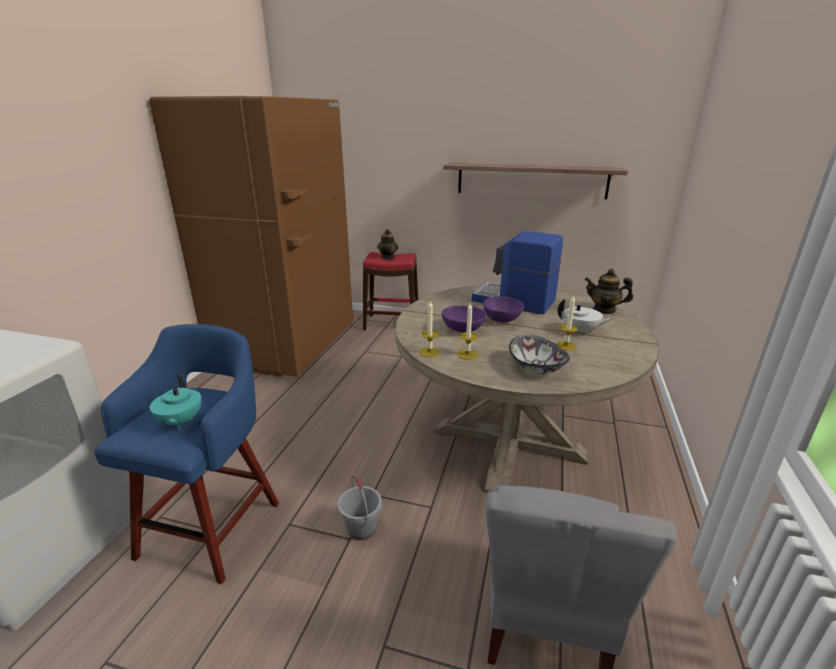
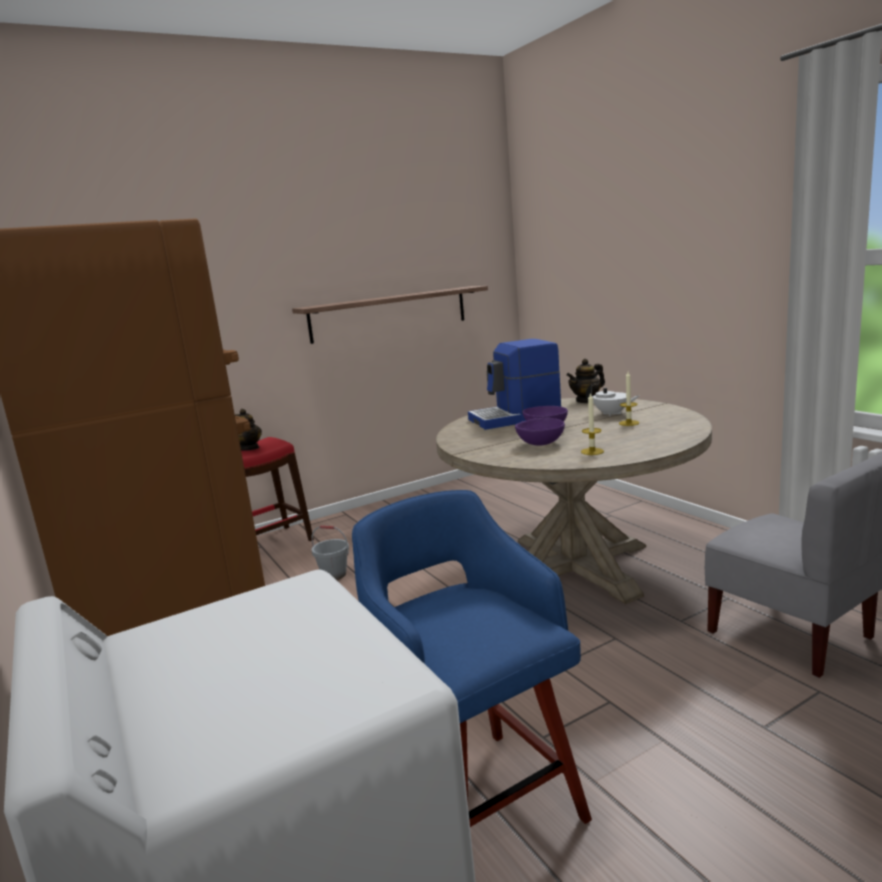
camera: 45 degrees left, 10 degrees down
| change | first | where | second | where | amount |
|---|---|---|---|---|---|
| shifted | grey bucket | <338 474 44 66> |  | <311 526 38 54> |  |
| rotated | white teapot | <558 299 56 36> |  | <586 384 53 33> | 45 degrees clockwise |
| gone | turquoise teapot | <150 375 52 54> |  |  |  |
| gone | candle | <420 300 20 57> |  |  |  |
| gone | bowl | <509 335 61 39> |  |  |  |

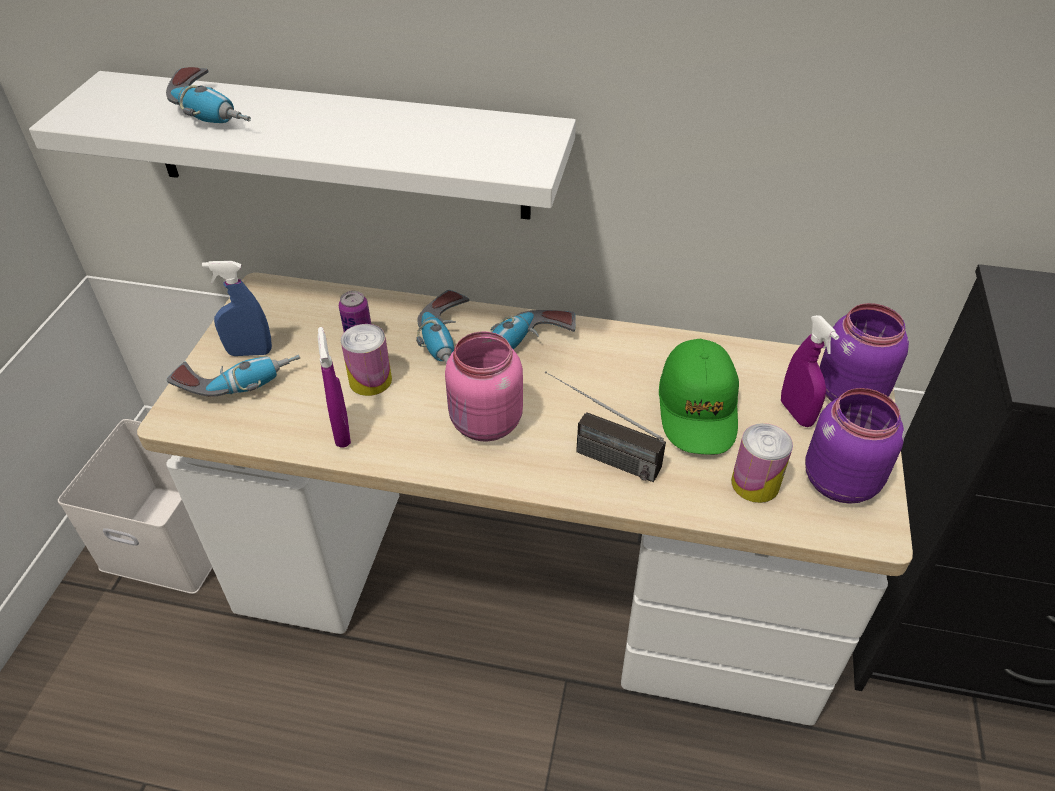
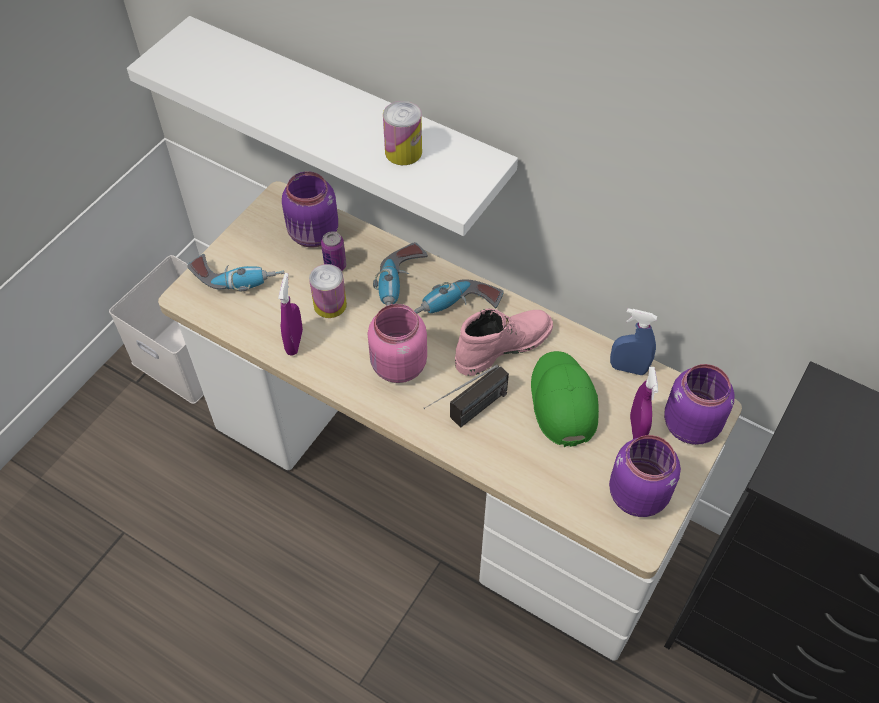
camera: 20 degrees right, 10 degrees up
| change | first | where | second | where | amount |
|---|---|---|---|---|---|
| new |  |  | purple jar | <282 171 56 76> |  |
| shifted | can | <731 423 62 80> |  | <383 101 39 64> |  |
| rotated | radio | <545 371 121 111> |  | <424 365 85 63> | 90 degrees counterclockwise |
| new |  |  | pink boot | <455 308 98 68> |  |
| rotated | green cap | <659 339 80 115> |  | <531 351 68 96> | 150 degrees clockwise |
| shifted | blue spray bottle | <202 261 70 95> |  | <610 308 47 67> |  |
| gone | power drill | <166 67 85 56> |  |  |  |

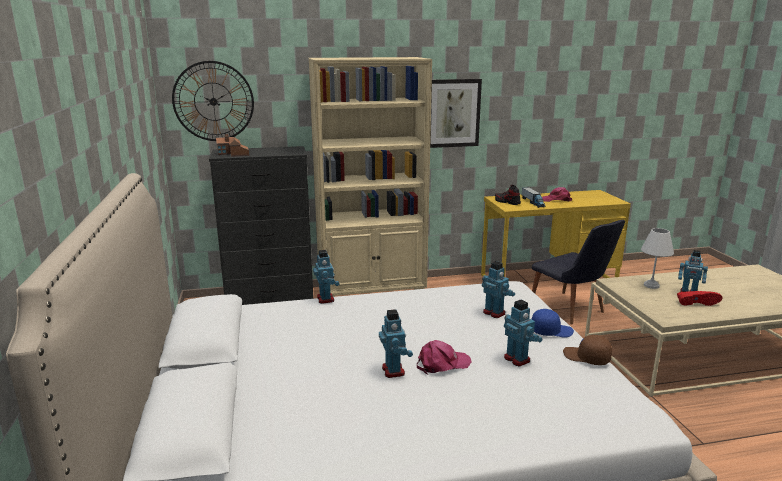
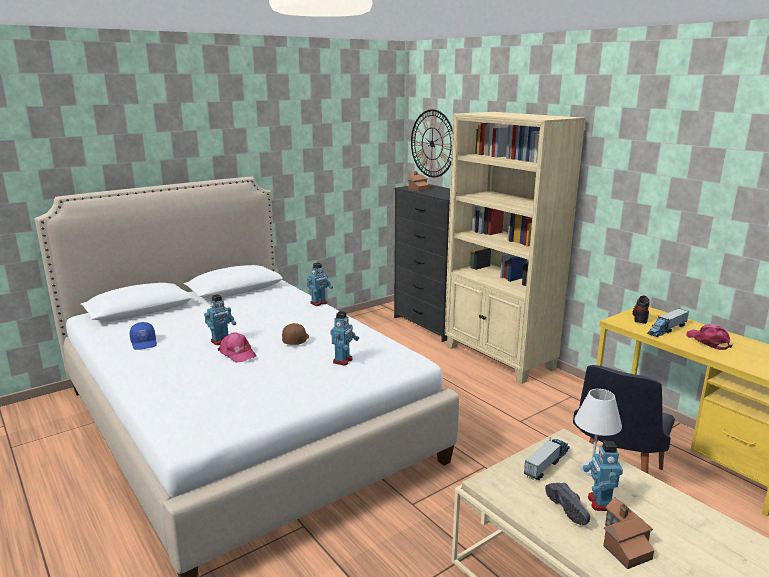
camera: 65 degrees right, 0 degrees up
| change | first | where | second | where | amount |
|---|---|---|---|---|---|
| shifted | blue cap | <532 309 42 29> |  | <130 322 27 28> |  |
| shifted | brown cap | <563 335 49 30> |  | <282 323 27 22> |  |
| new |  |  | toy truck | <524 438 46 42> |  |
| repainted | red shoe | <677 291 46 15> | black shoe | <545 483 45 42> |  |
| new |  |  | toy house | <603 497 51 72> |  |
| gone | picture | <430 79 52 69> |  |  |  |
| gone | toy robot | <504 299 38 68> |  |  |  |

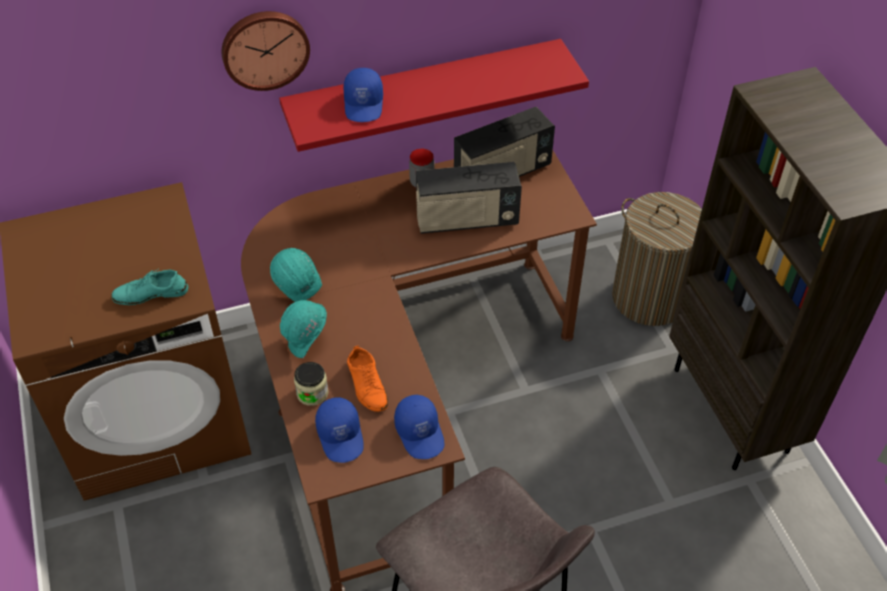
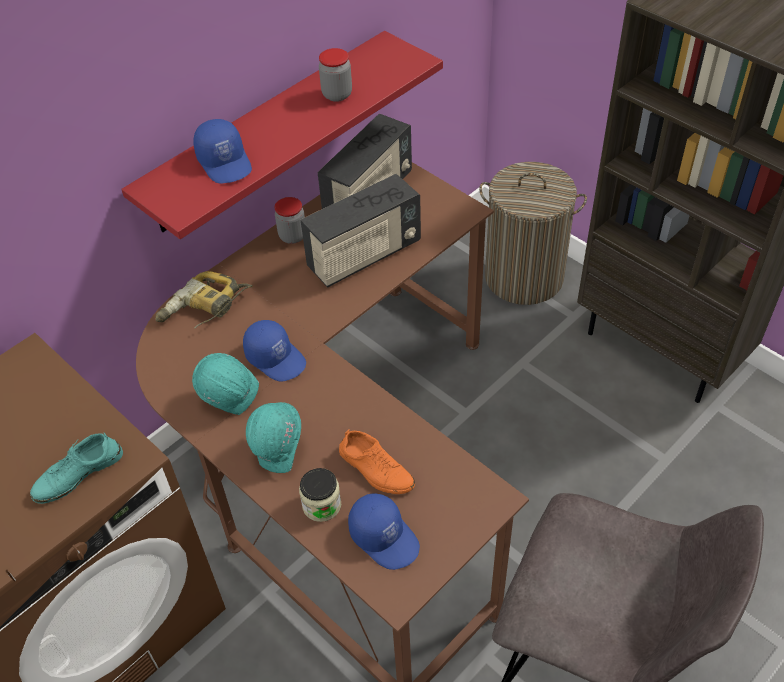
camera: 25 degrees left, 0 degrees up
| change | first | where | second | where | amount |
|---|---|---|---|---|---|
| new |  |  | power drill | <155 271 98 57> |  |
| shifted | blue cap | <394 394 50 65> |  | <243 320 63 62> |  |
| new |  |  | jar | <319 48 33 54> |  |
| gone | wall clock | <222 11 88 80> |  |  |  |

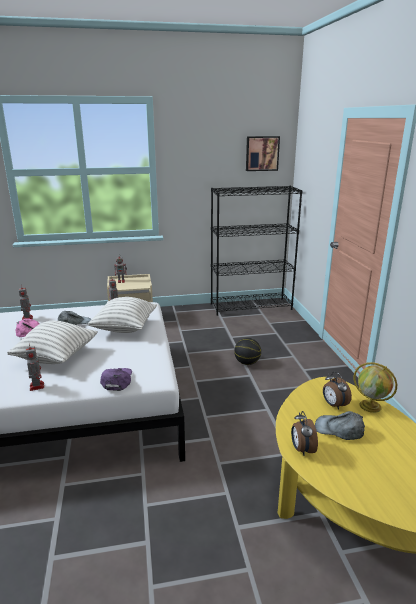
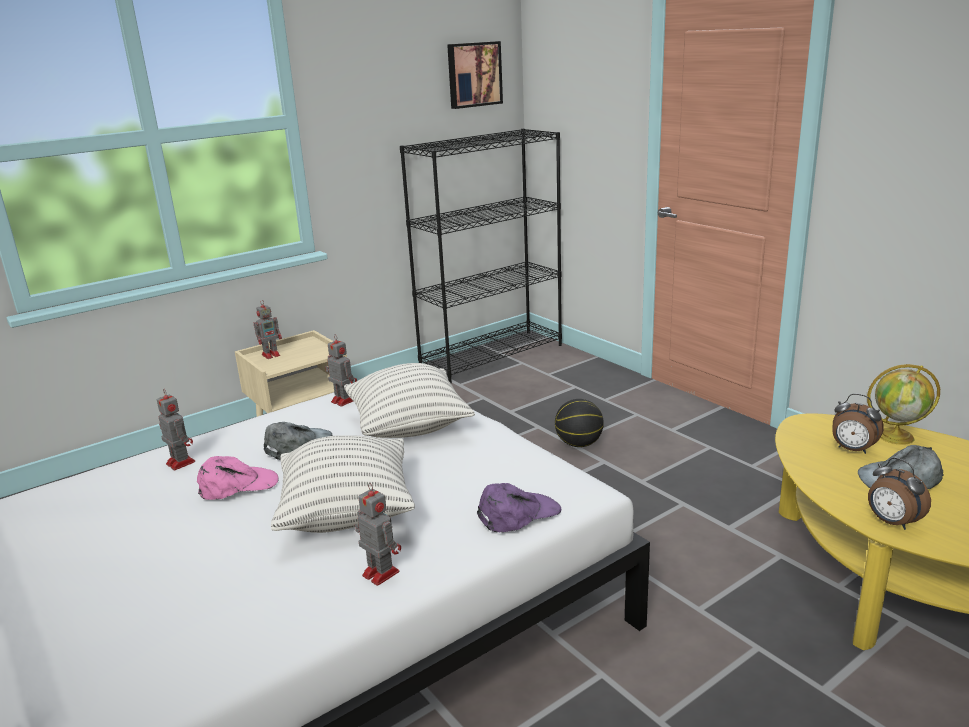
camera: 25 degrees left, 0 degrees up
| change | first | where | second | where | amount |
|---|---|---|---|---|---|
| rotated | purple cap | <100 368 32 23> |  | <477 483 84 49> | 90 degrees clockwise |

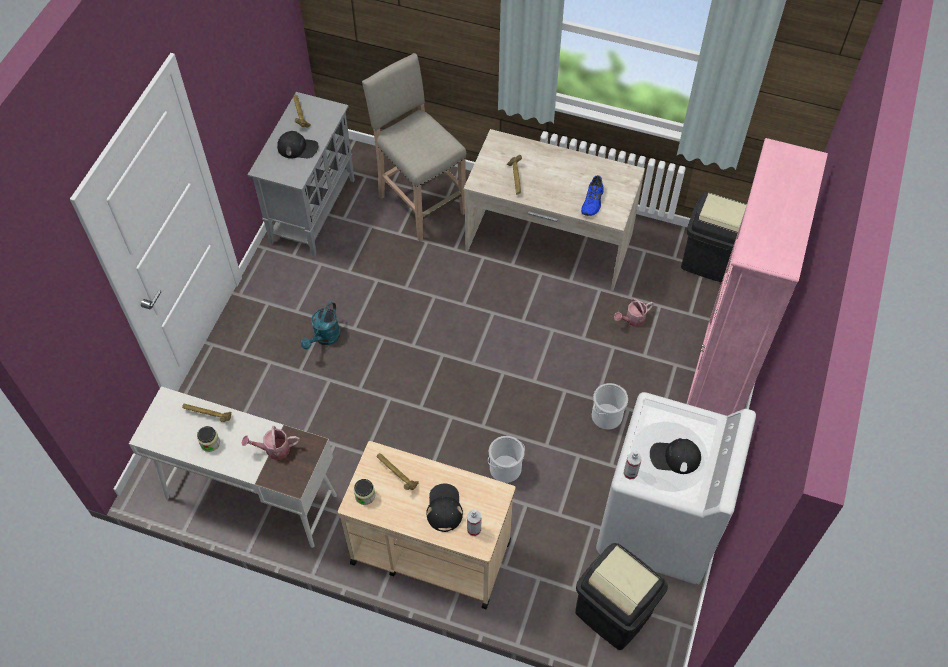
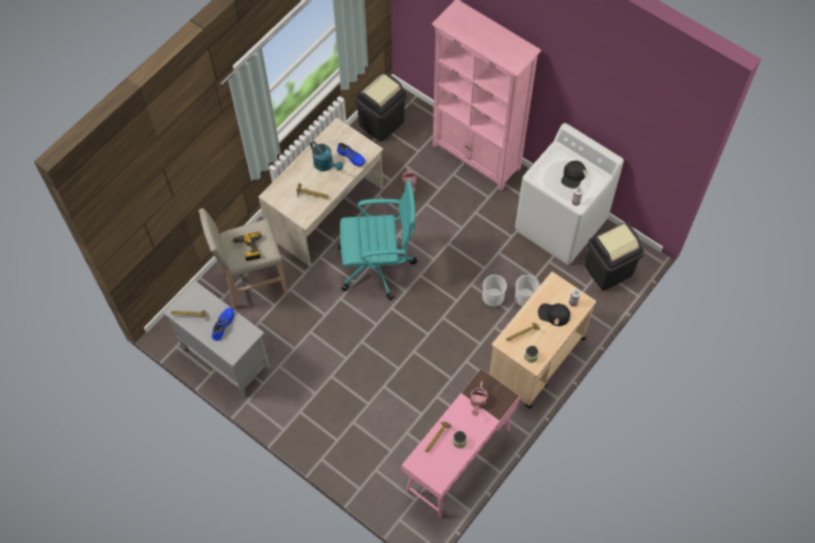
camera: 70 degrees left, 5 degrees up
| change | first | where | second | where | amount |
|---|---|---|---|---|---|
| swapped | black cap | <277 131 42 27> | blue shoe | <212 308 22 33> |  |
| new |  |  | power drill | <232 232 30 29> |  |
| shifted | turquoise watering can | <301 302 40 47> |  | <310 141 33 30> |  |
| new |  |  | turquoise office chair | <338 179 80 121> |  |
| repainted | white desk | <129 386 208 162> | pink desk | <401 368 119 150> |  |
| shifted | bucket | <592 383 36 47> |  | <515 275 25 31> |  |

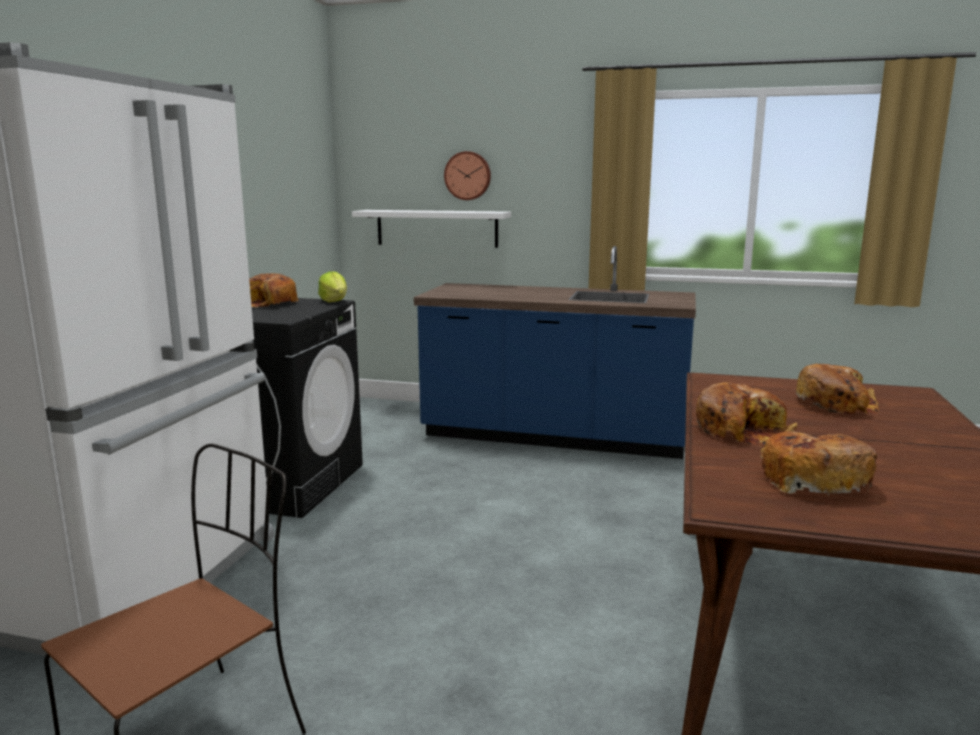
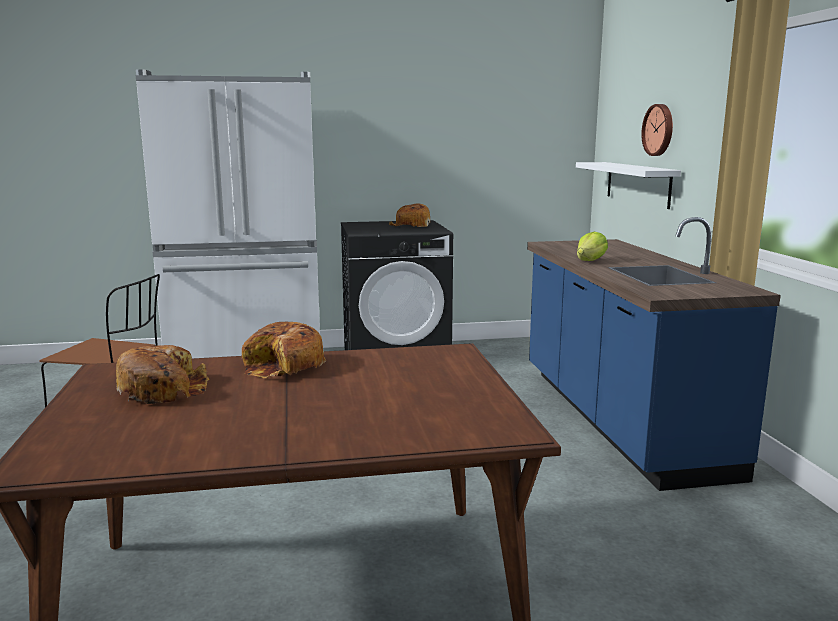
camera: 65 degrees right, 0 degrees up
| change | first | where | second | where | amount |
|---|---|---|---|---|---|
| shifted | lettuce | <318 271 29 31> |  | <577 232 31 29> |  |
| gone | bread | <796 364 83 50> |  |  |  |

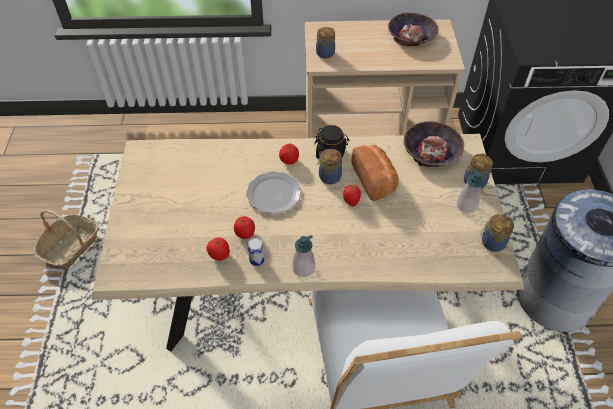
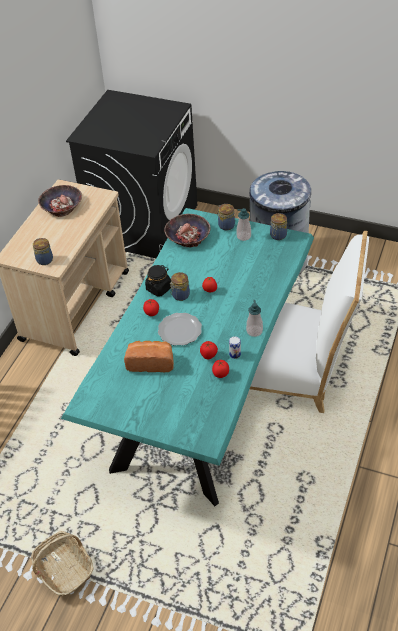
camera: 65 degrees left, 5 degrees down
| change | first | where | second | where | amount |
|---|---|---|---|---|---|
| repainted | beige dining table | <92 134 432 217> | turquoise dining table | <61 208 253 298> |  |
| shifted | bread | <352 145 47 56> |  | <124 341 50 31> |  |

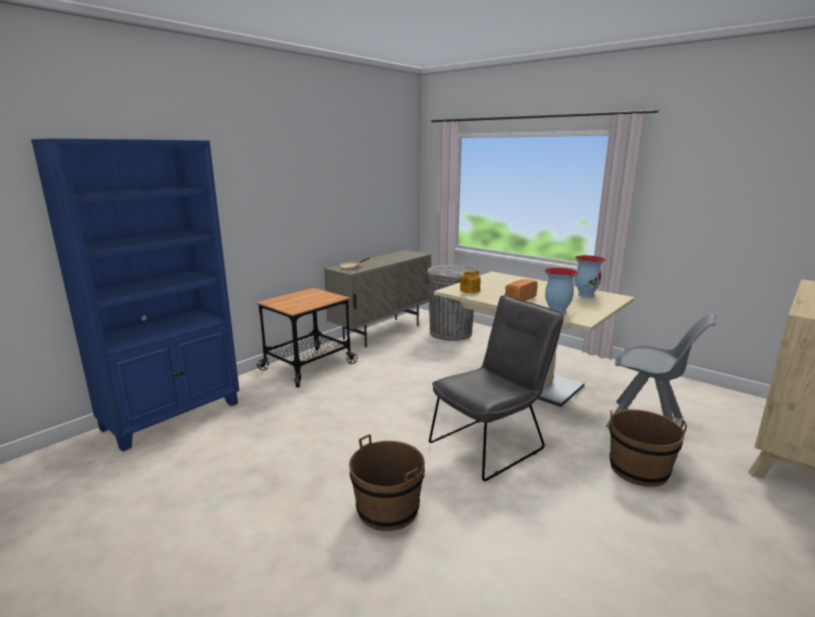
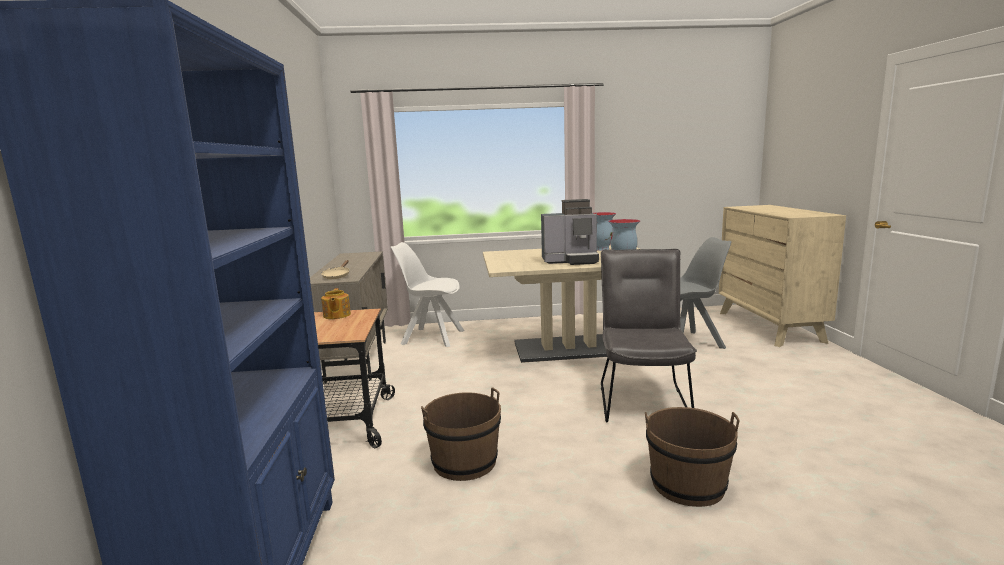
camera: 45 degrees left, 5 degrees down
| change | first | where | second | where | amount |
|---|---|---|---|---|---|
| shifted | teapot | <460 270 21 23> |  | <321 288 30 31> |  |
| swapped | grey trash can | <427 265 51 76> | white chair | <390 242 74 105> |  |
| shifted | brown bucket | <609 409 78 78> |  | <421 387 80 94> |  |
| swapped | bread | <505 279 32 22> | coffee machine | <541 199 58 66> |  |

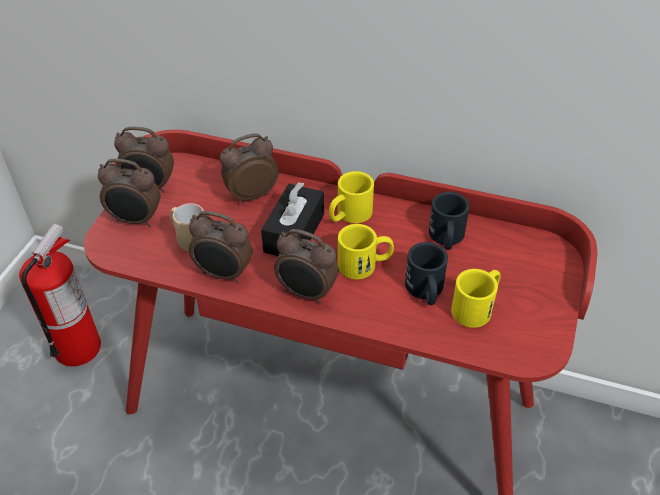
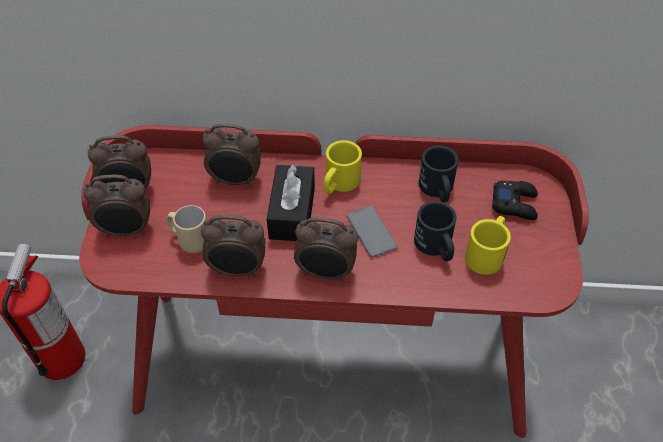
camera: 15 degrees left, 5 degrees up
| change | first | where | second | where | amount |
|---|---|---|---|---|---|
| rotated | alarm clock | <220 134 59 70> |  | <203 124 58 63> | 135 degrees counterclockwise |
| swapped | yellow mug | <338 224 56 56> | phone | <347 206 50 51> |  |
| new |  |  | black game controller | <492 181 46 39> |  |

